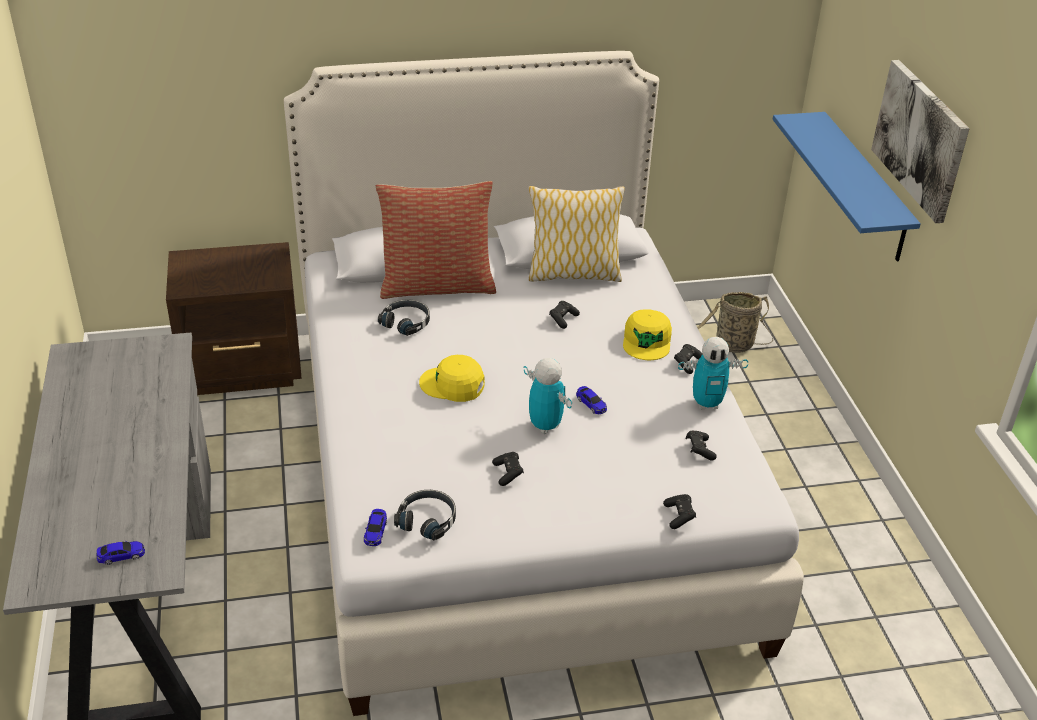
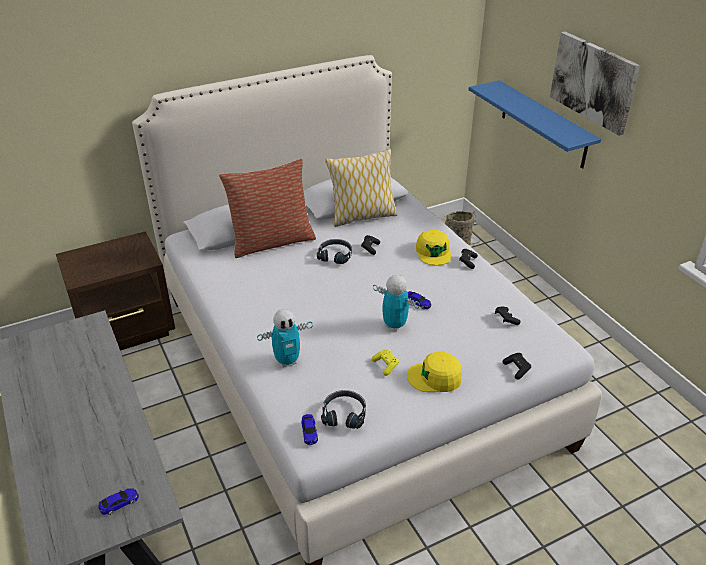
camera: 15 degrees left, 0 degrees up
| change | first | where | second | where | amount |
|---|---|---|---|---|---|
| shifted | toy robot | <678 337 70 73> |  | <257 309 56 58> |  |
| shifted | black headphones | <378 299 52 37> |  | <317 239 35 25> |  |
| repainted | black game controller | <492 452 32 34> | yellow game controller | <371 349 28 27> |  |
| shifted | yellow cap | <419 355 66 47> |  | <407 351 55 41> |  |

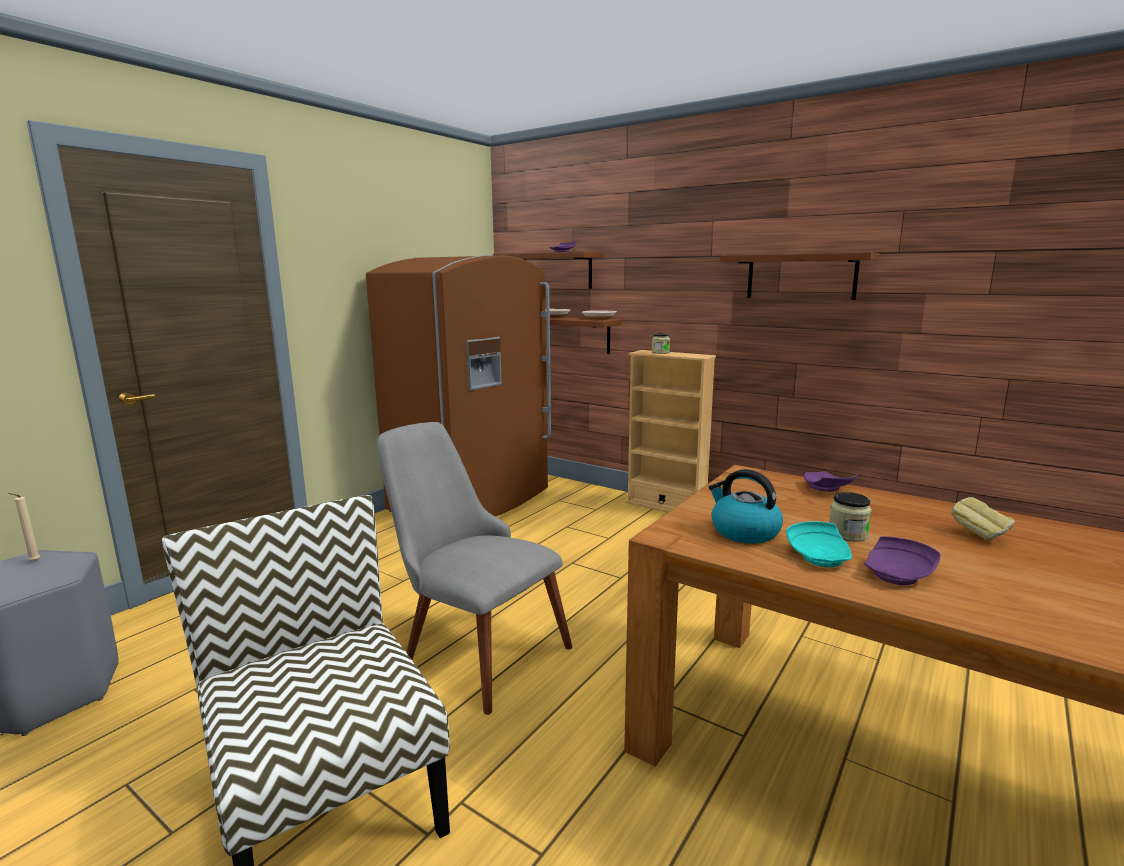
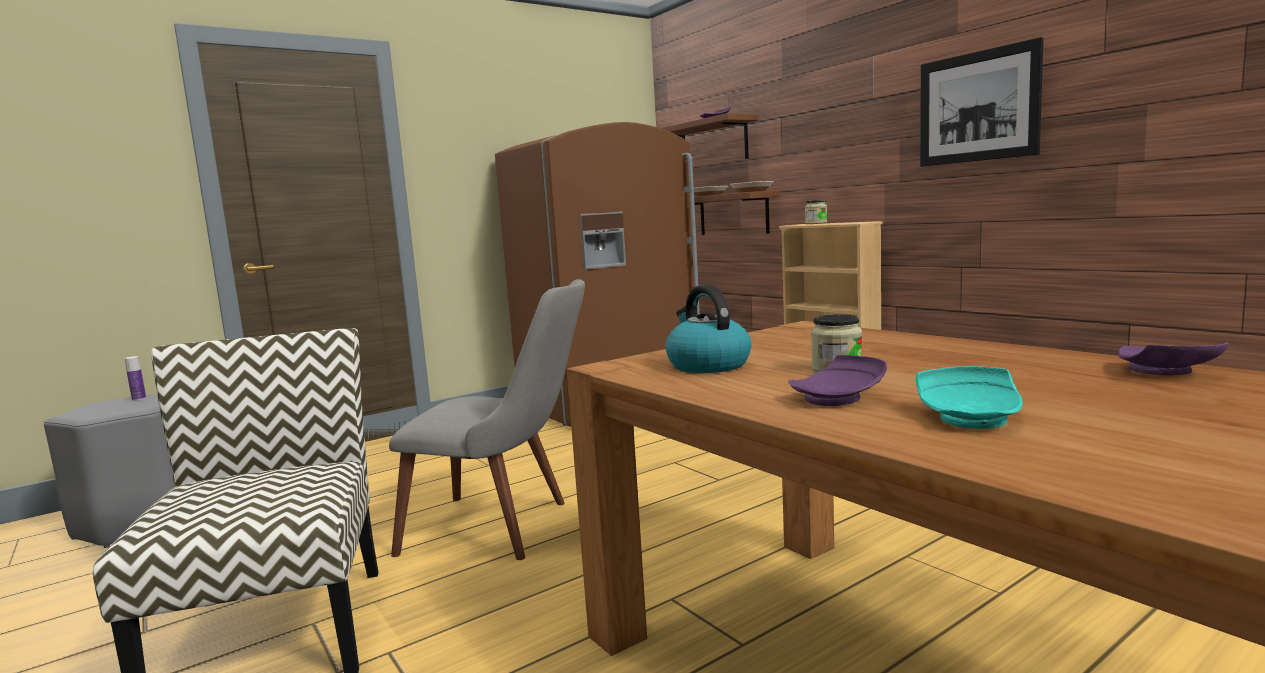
camera: 20 degrees right, 5 degrees down
| change | first | where | second | where | amount |
|---|---|---|---|---|---|
| swapped | beige candle | <8 493 32 68> | bottle | <125 356 21 45> |  |
| rotated | grey chair | <377 422 196 293> |  | <389 279 196 281> | 135 degrees clockwise |
| shifted | turquoise plate | <786 521 66 46> |  | <916 366 107 63> |  |
| swapped | brown shelf | <720 252 159 48> | picture | <920 37 124 130> |  |
| shifted | purple plate | <804 472 53 20> |  | <1118 342 111 33> |  |
| gone | bread | <951 497 64 44> |  |  |  |

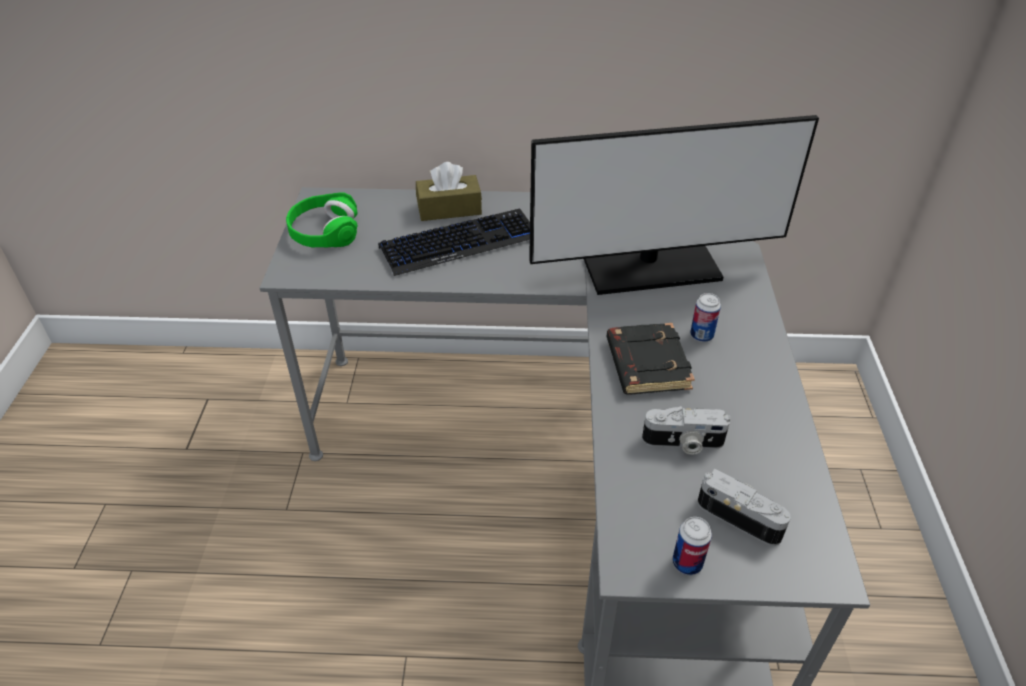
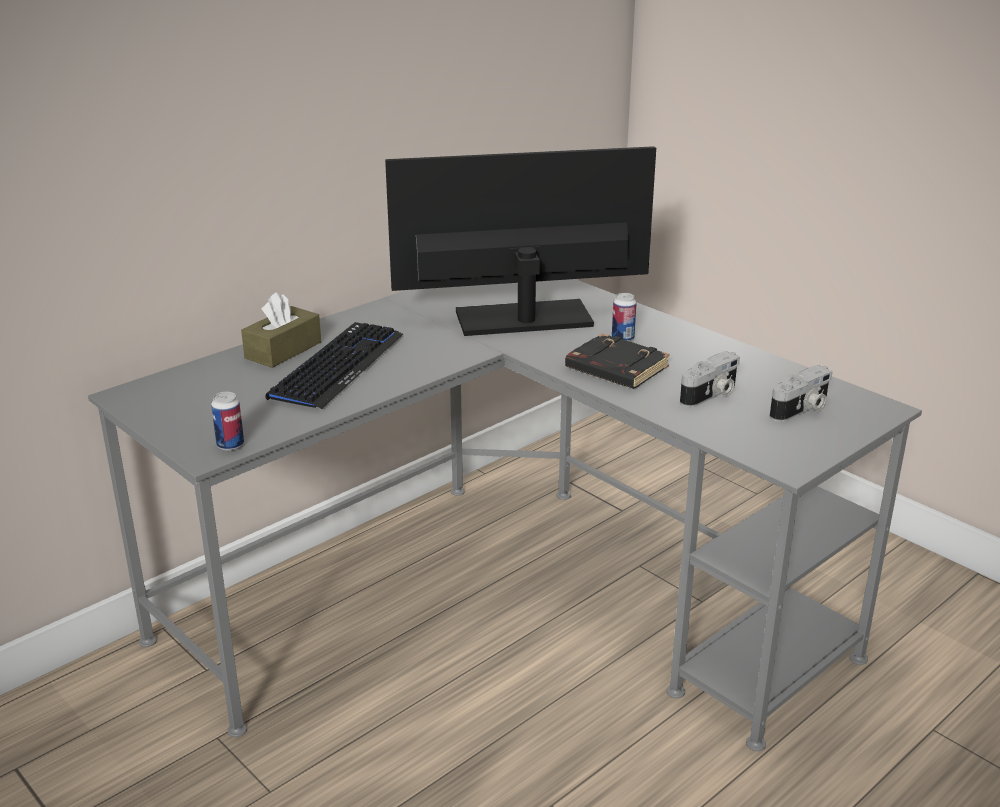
camera: 45 degrees left, 15 degrees down
| change | first | where | second | where | amount |
|---|---|---|---|---|---|
| shifted | can | <673 517 39 58> |  | <211 392 33 59> |  |
| rotated | monitor | <529 115 290 180> |  | <385 146 271 190> | 135 degrees counterclockwise |
| rotated | photo camera | <698 468 93 78> |  | <770 365 63 57> | 150 degrees clockwise |
| gone | green headphones | <286 192 71 55> |  |  |  |

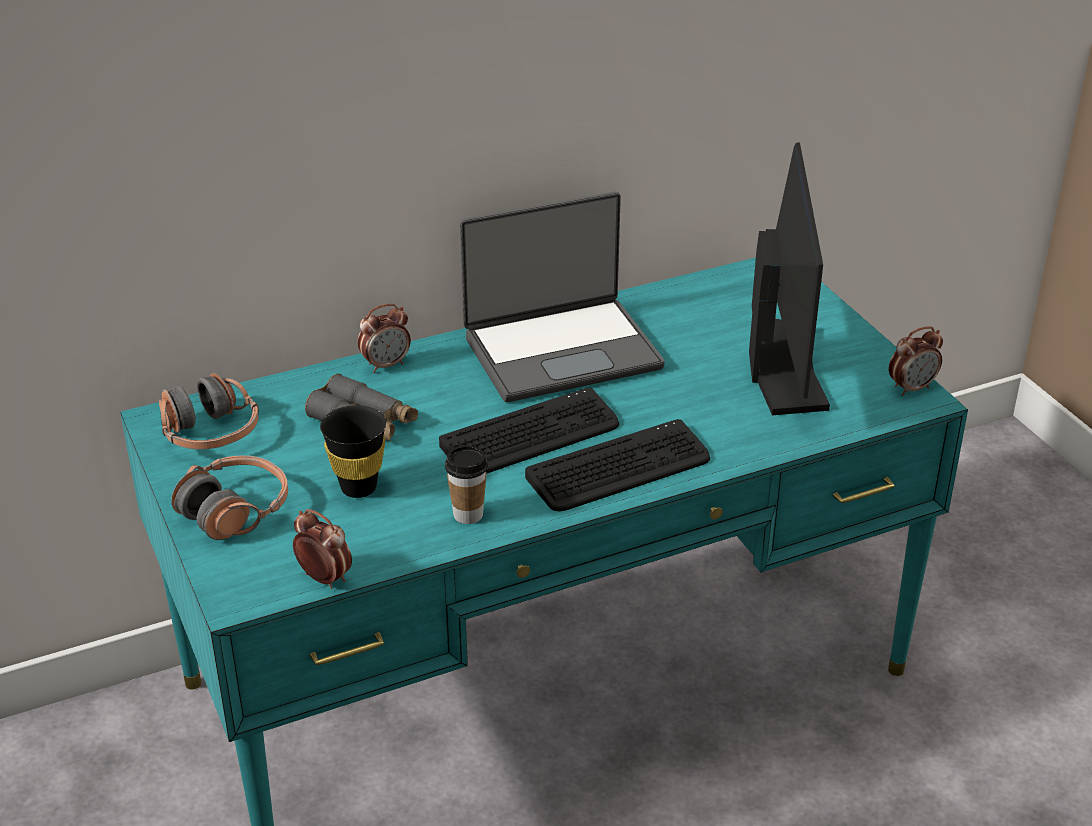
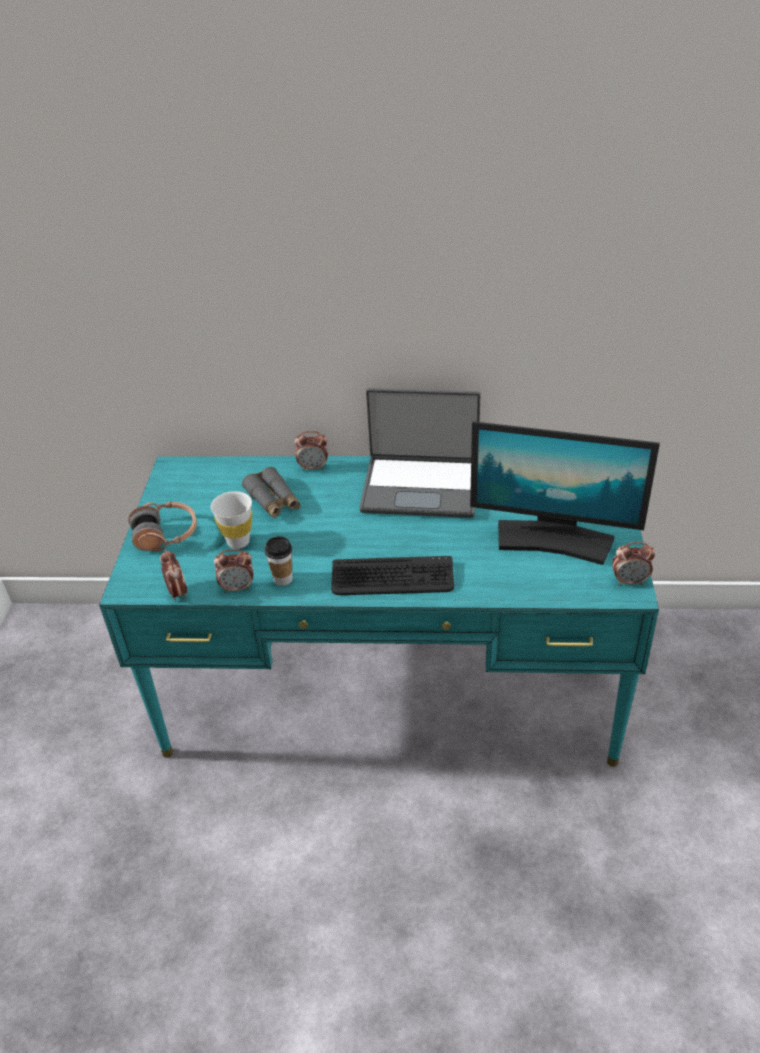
camera: 30 degrees right, 5 degrees up
| change | first | where | second | where | amount |
|---|---|---|---|---|---|
| repainted | black cup | <320 405 66 93> | white cup | <211 491 41 58> |  |
| new |  |  | alarm clock | <214 549 40 44> |  |
| rotated | monitor | <749 143 81 272> |  | <470 421 190 144> | 75 degrees clockwise |
| gone | headphones | <159 373 100 77> |  |  |  |
| gone | keyboard | <439 387 180 87> |  |  |  |

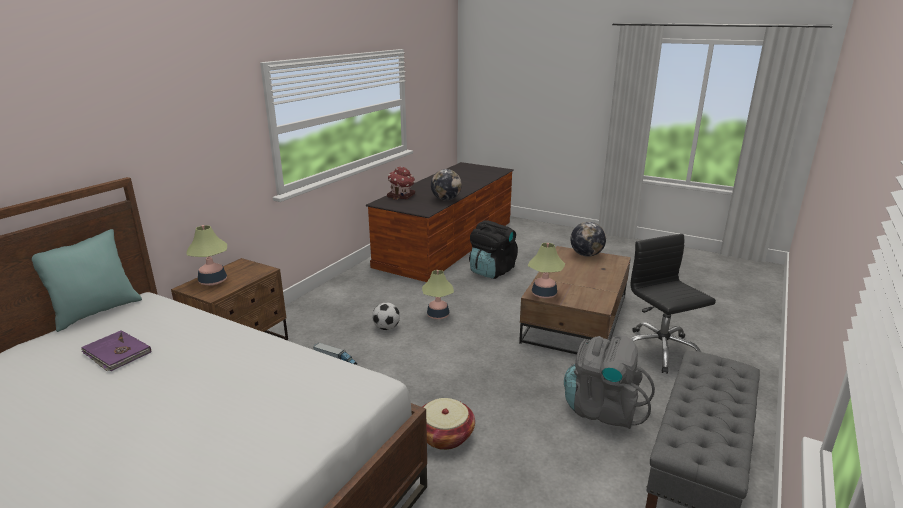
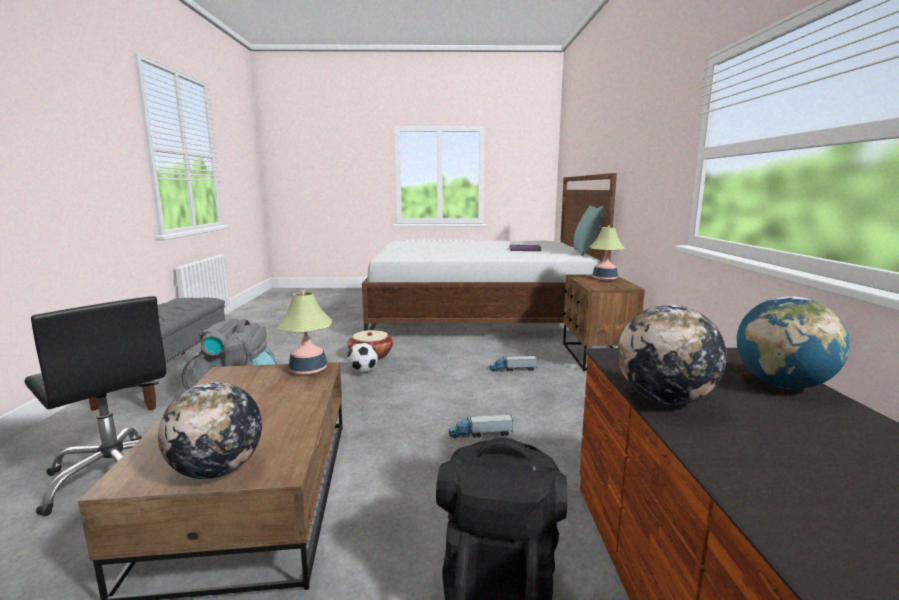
camera: 150 degrees right, 10 degrees down
| change | first | where | second | where | amount |
|---|---|---|---|---|---|
| shifted | football | <372 302 28 28> |  | <347 343 31 30> |  |
| swapped | table lamp | <422 270 32 49> | toy truck | <449 415 64 23> |  |
| swapped | toy house | <387 167 28 33> | globe | <736 296 114 93> |  |

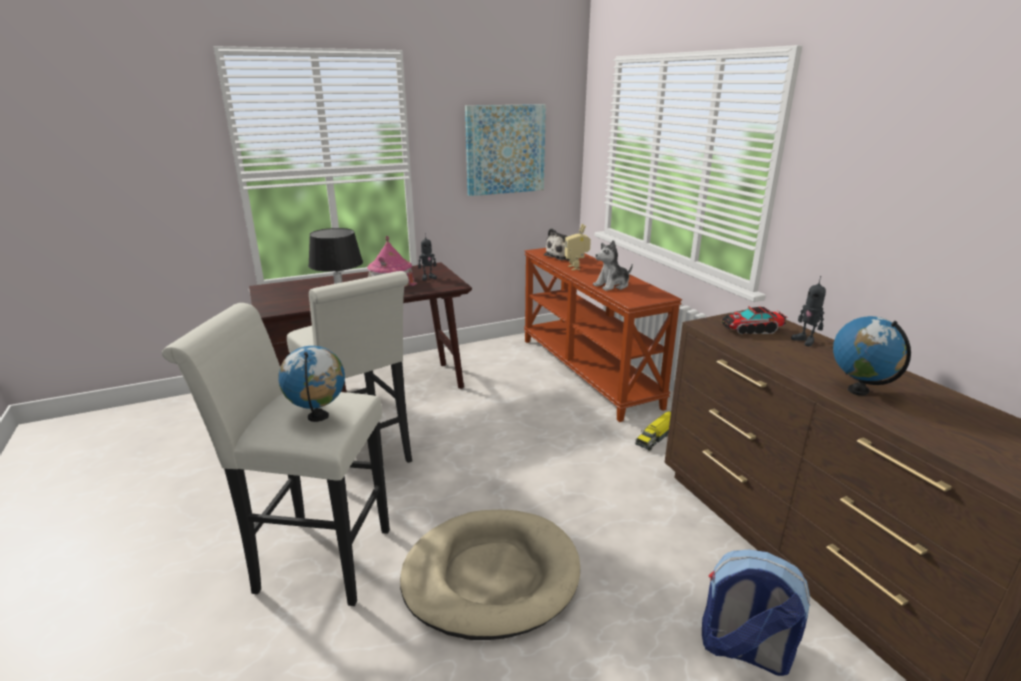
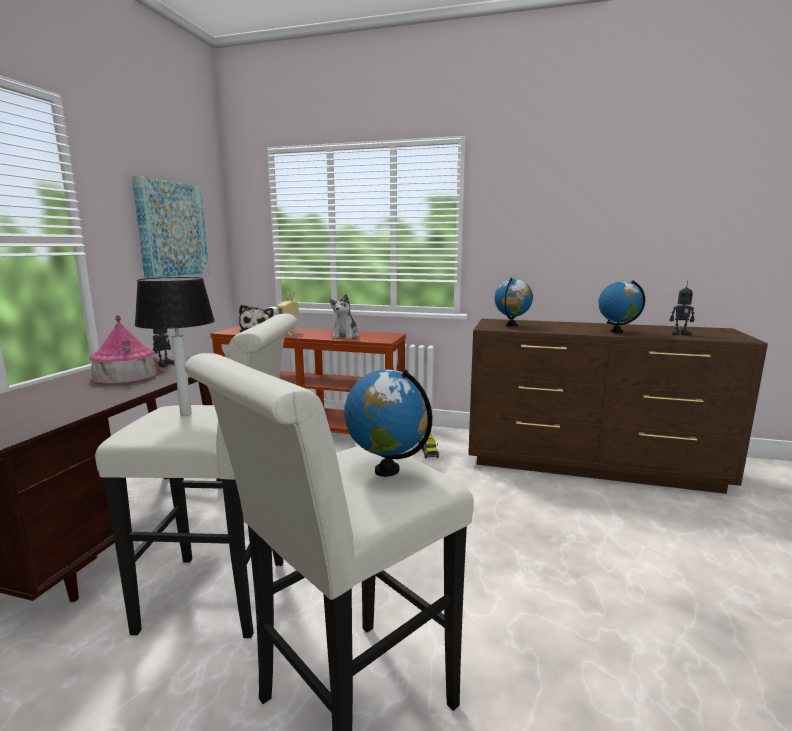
camera: 50 degrees left, 10 degrees down
| change | first | where | second | where | amount |
|---|---|---|---|---|---|
| swapped | toy truck | <721 306 67 28> | globe | <494 278 39 48> |  |
| shifted | toy robot | <791 276 35 70> |  | <670 281 25 55> |  |
| gone | beige dog bed | <400 510 180 130> |  |  |  |
| gone | backpack | <702 550 108 126> |  |  |  |

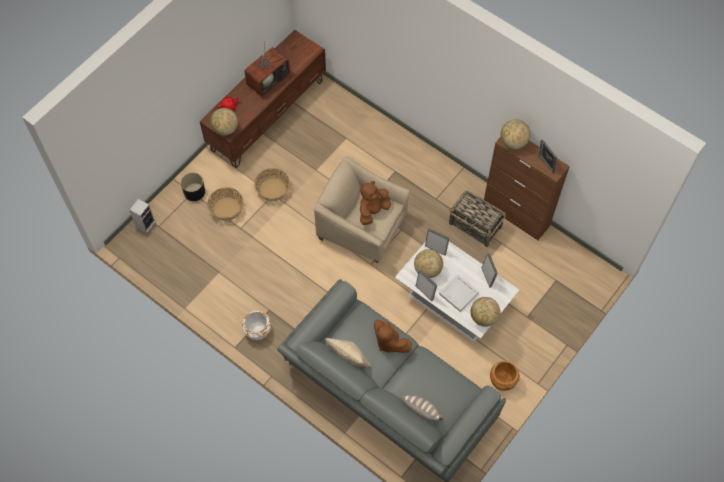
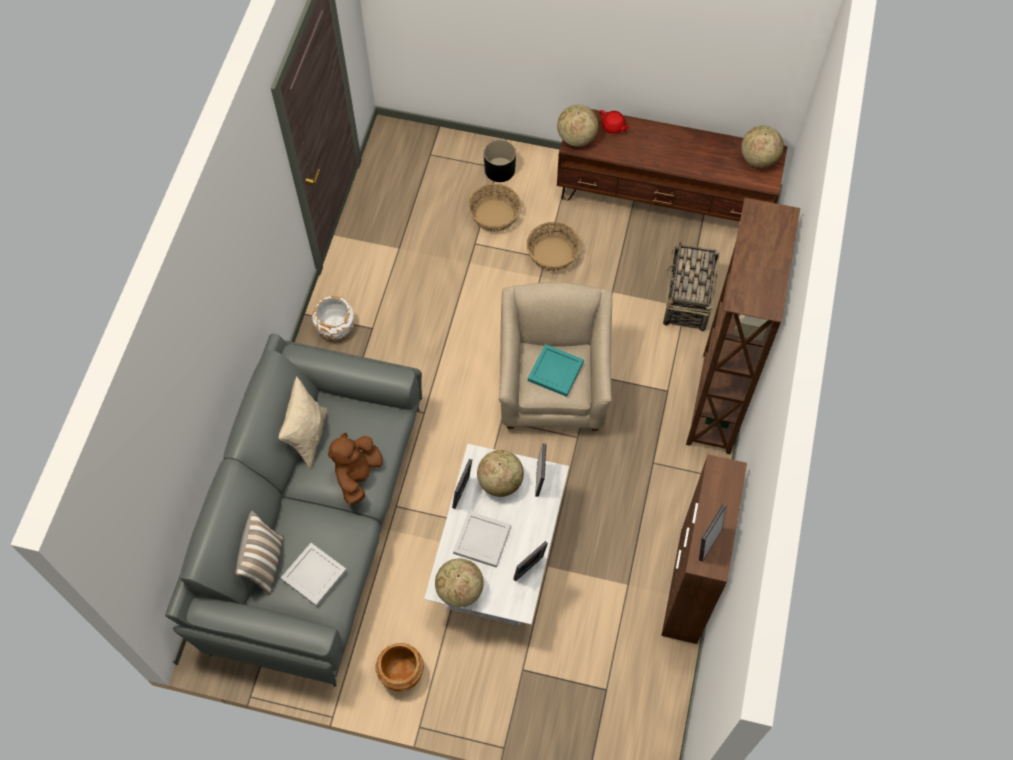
camera: 65 degrees right, 0 degrees up
| change | first | where | second | where | amount |
|---|---|---|---|---|---|
| new |  |  | white tray | <281 543 66 64> |  |
| swapped | brown plush toy | <360 181 31 44> | turquoise tray | <528 344 56 53> |  |
| shifted | basket | <449 190 57 57> |  | <663 242 57 90> |  |
| new |  |  | brown bookcase | <686 197 114 257> |  |
| shifted | globe | <500 119 31 30> |  | <741 126 43 42> |  |
| gone | speaker | <129 199 26 34> |  |  |  |
| gone | television | <244 42 46 55> |  |  |  |

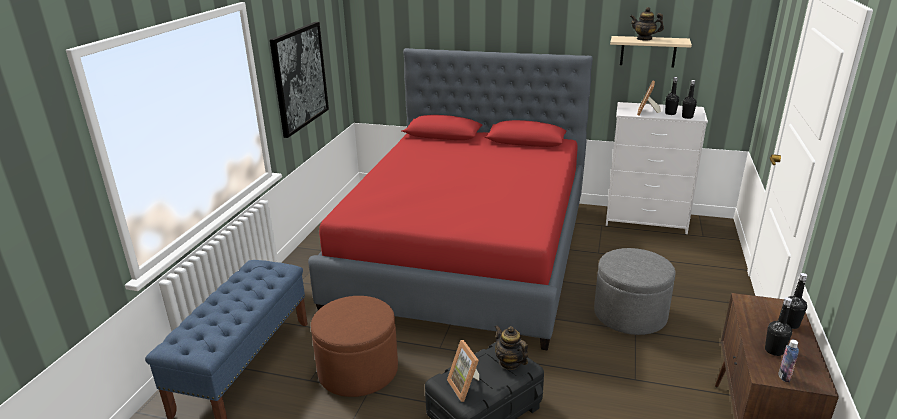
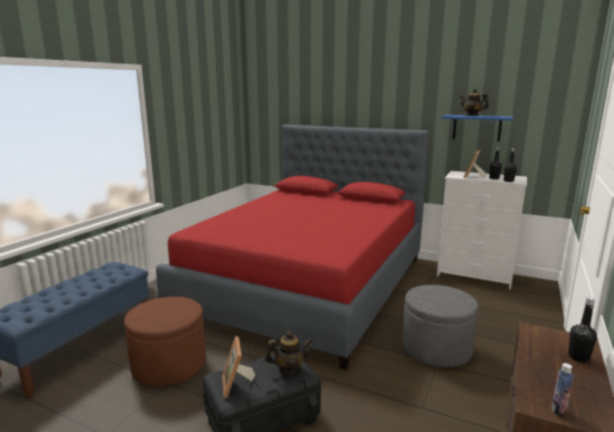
camera: 10 degrees right, 10 degrees down
| change | first | where | second | where | amount |
|---|---|---|---|---|---|
| rotated | teapot | <495 325 33 45> |  | <265 331 47 44> | 105 degrees clockwise |
| repainted | beige shelf | <610 36 82 31> | blue shelf | <441 115 72 27> |  |
| gone | picture | <270 22 59 116> |  |  |  |
| gone | black bottle | <765 297 27 59> |  |  |  |

